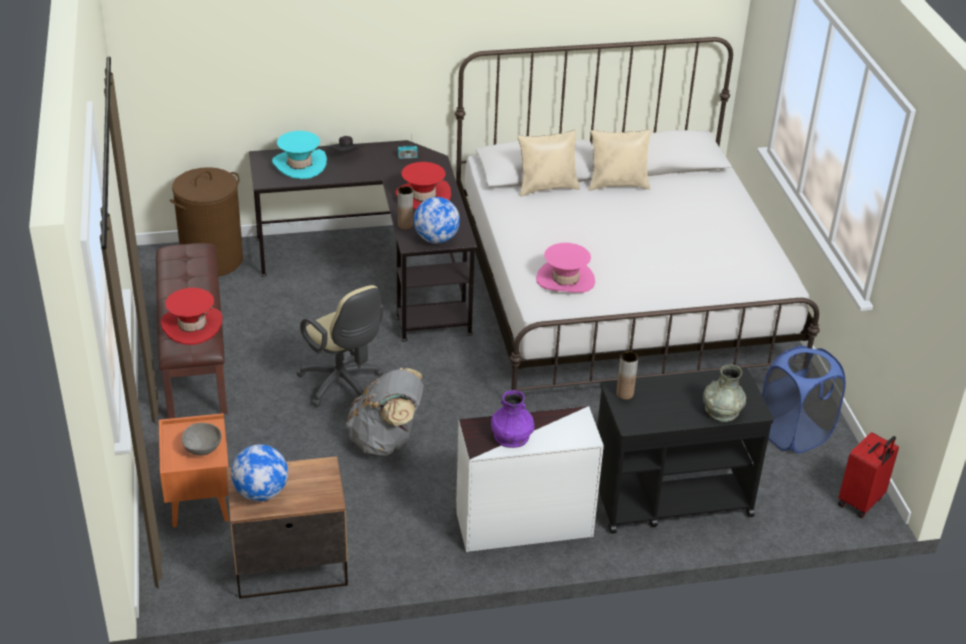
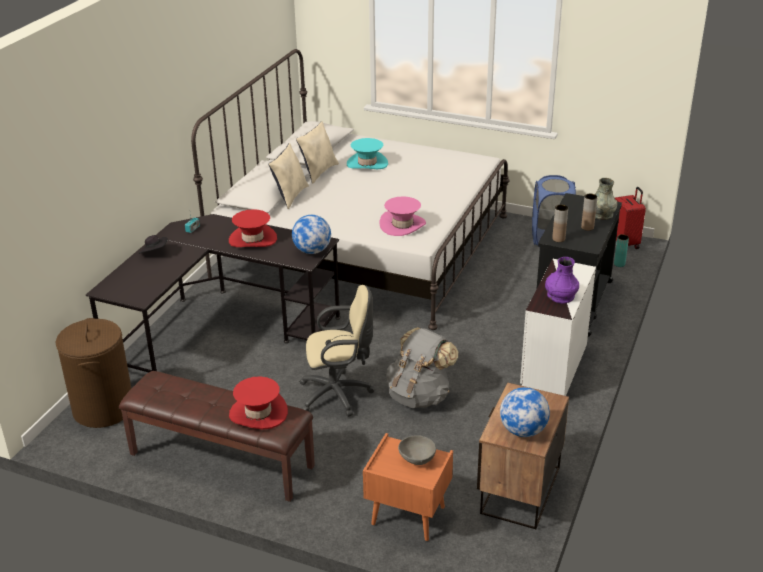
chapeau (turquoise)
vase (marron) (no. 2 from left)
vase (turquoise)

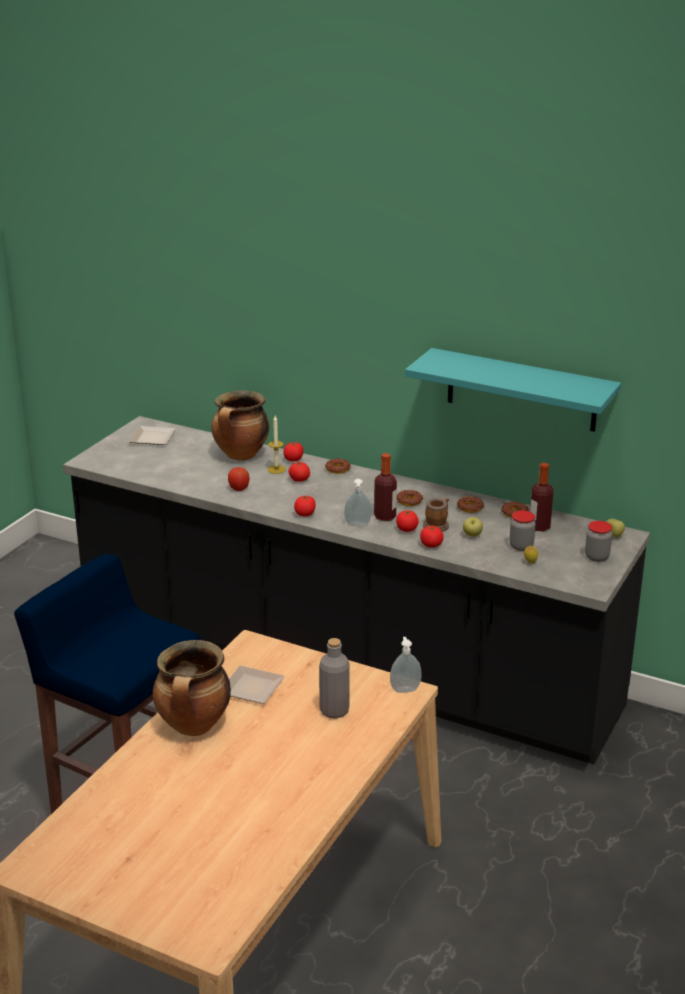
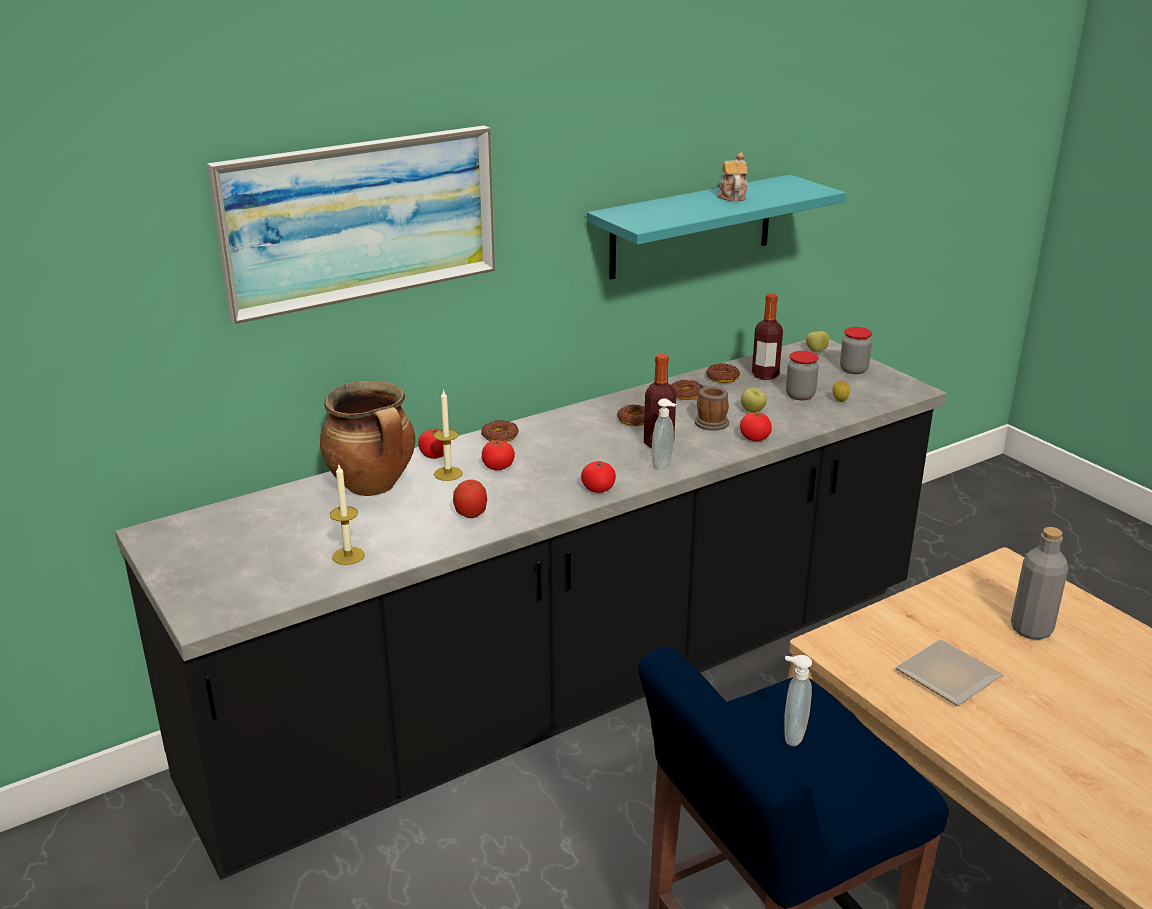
assiette (no. 1 from left in the first image)
marmite (no. 1 from left in the first image)
distributeur de savon (no. 2 from left)
tomate (no. 4 from left in the first image)
tableau
bougie (no. 1 from left)
théière

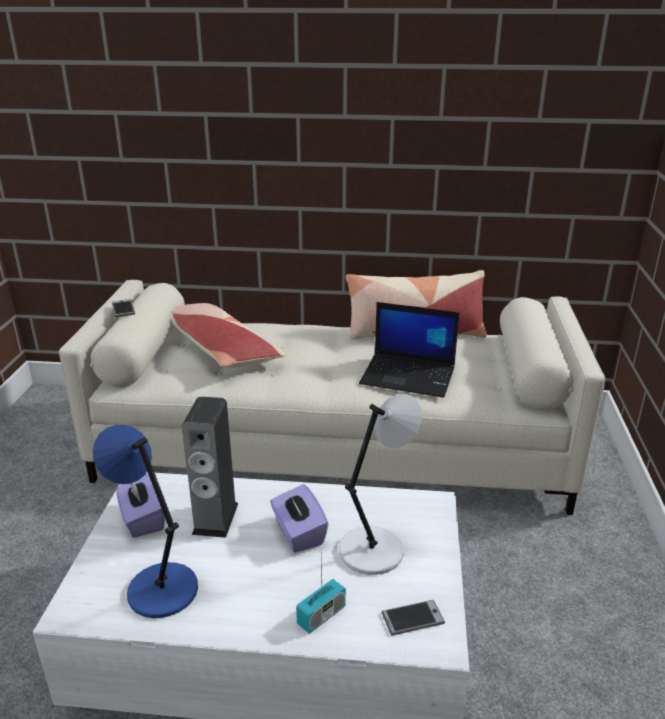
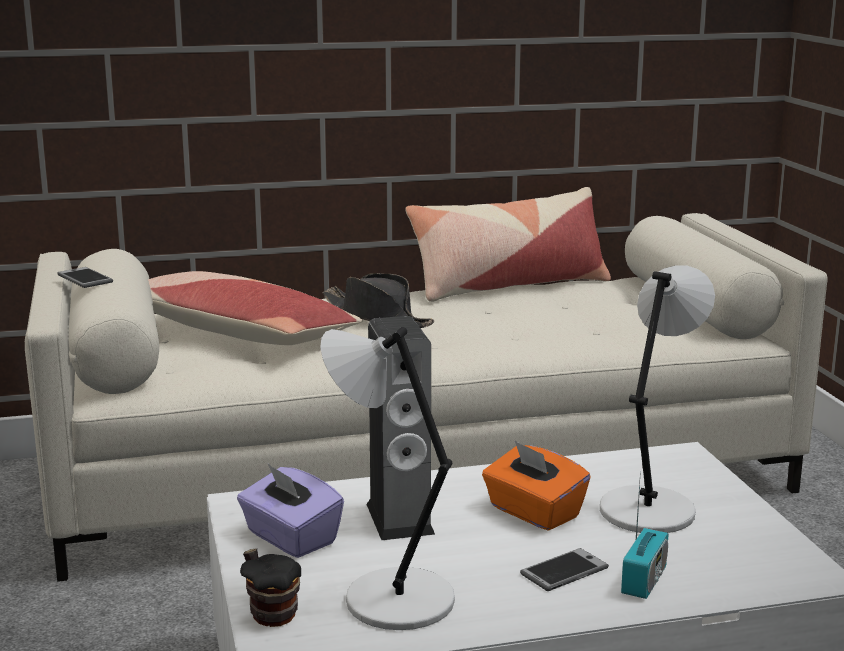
lampe de table (gris) (no. 1 from left)
boîte à mouchoirs (orange)
ordinateur portable
téléphone (no. 2 from left)
mug
chapeau (noir)

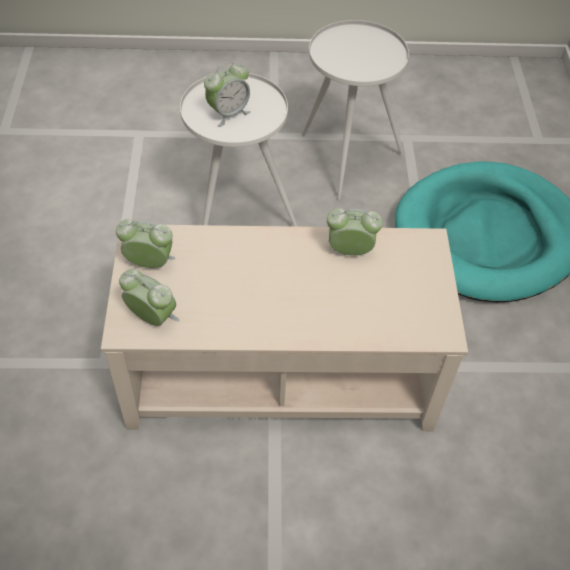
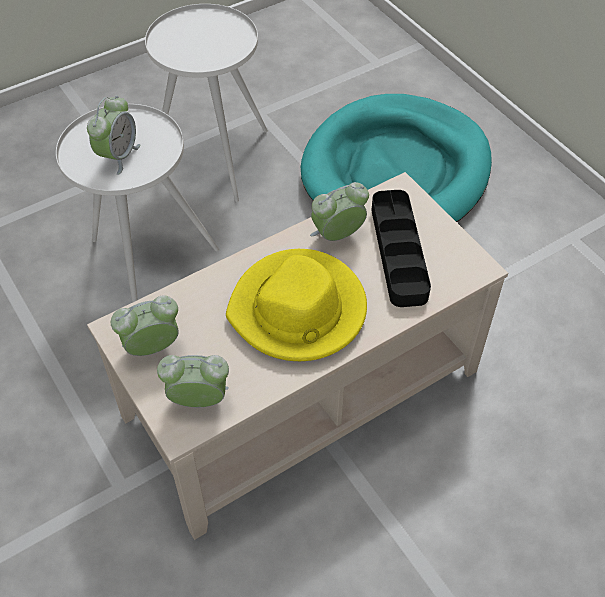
chapeau (jaune)
plateau (noir)

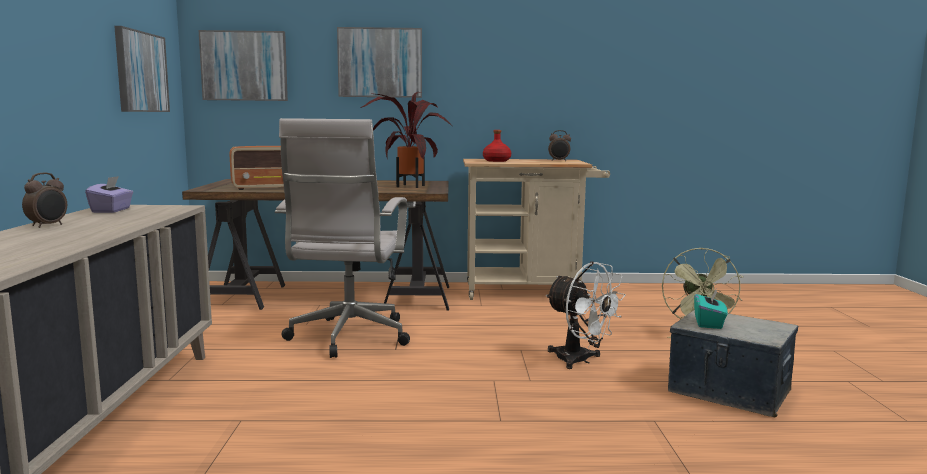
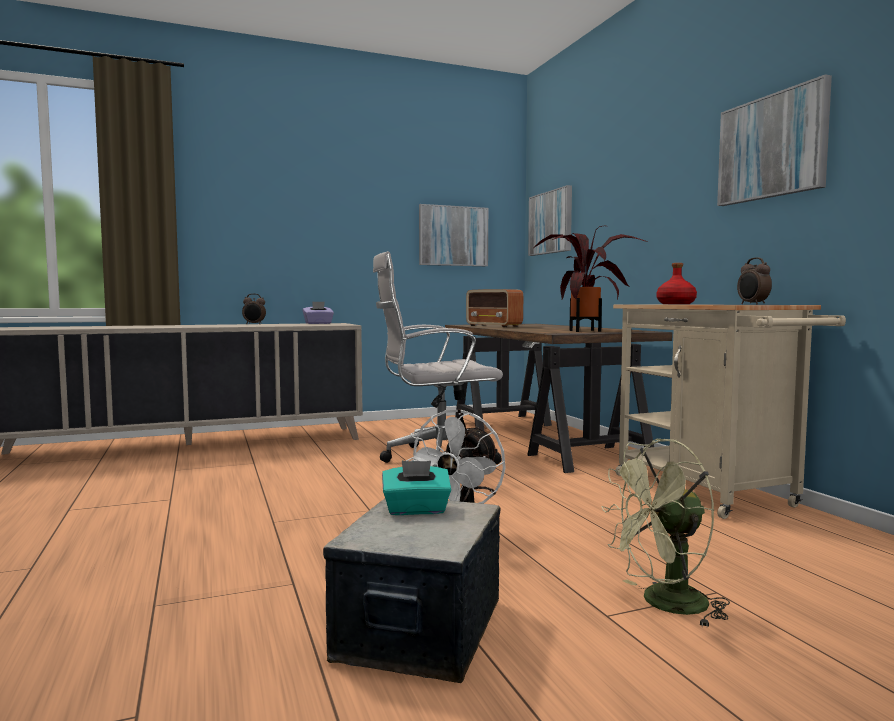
tableau (no. 3 from left)

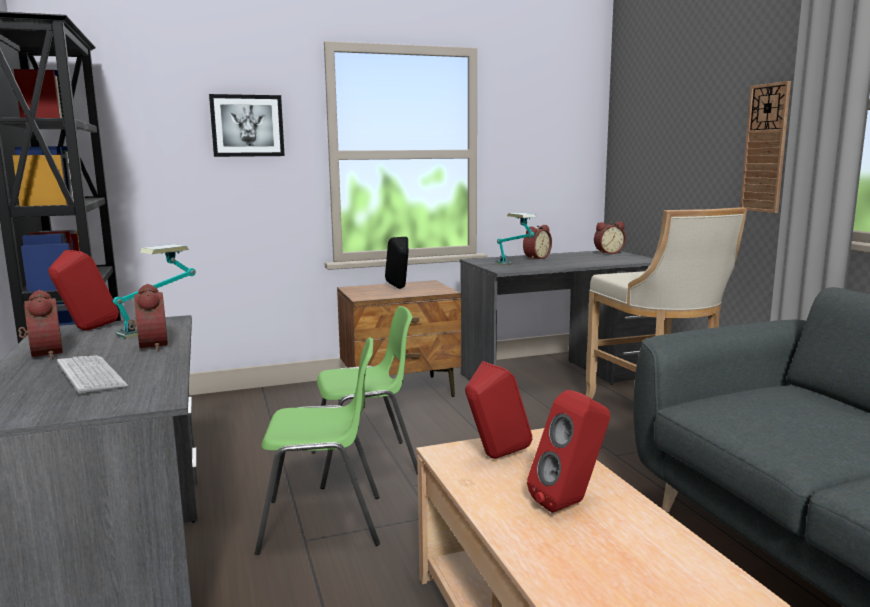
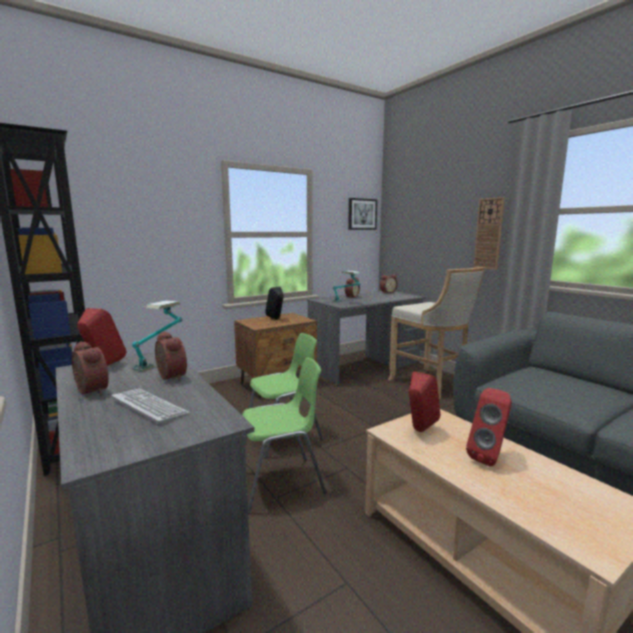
tableau

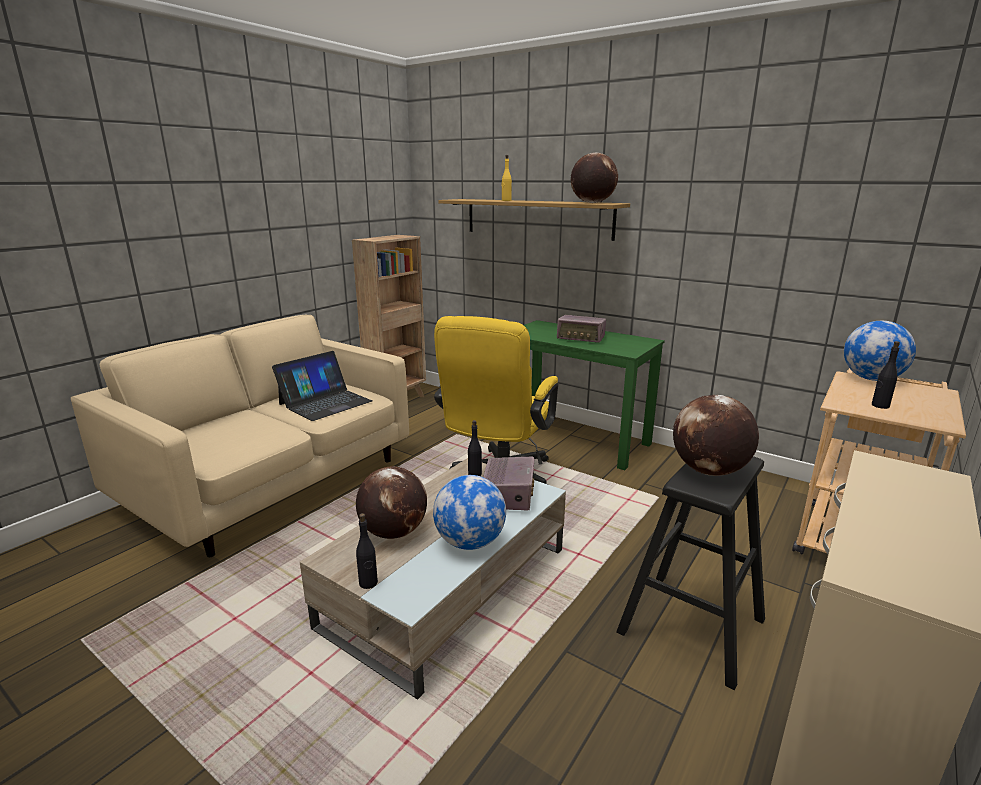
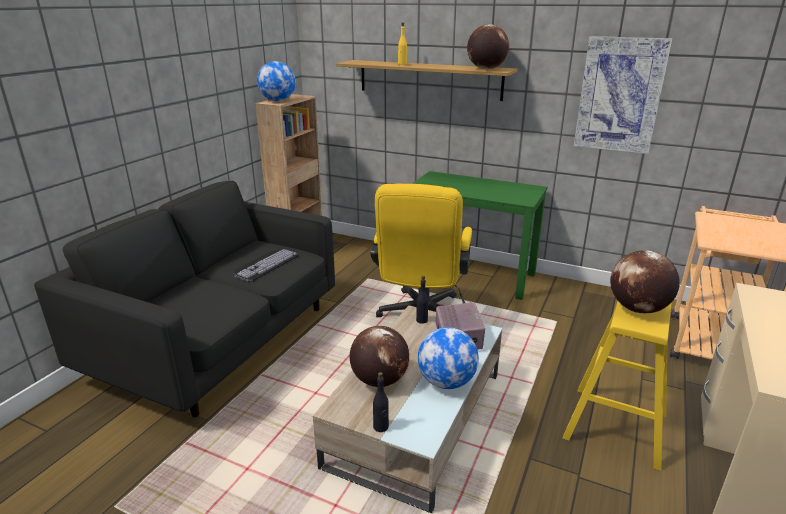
canapé (noir)
clavier
radio (no. 2 from left in the first image)
tabouret (jaune)
globe (no. 1 from left)
bouteille (noir) (no. 3 from left in the first image)
tableau

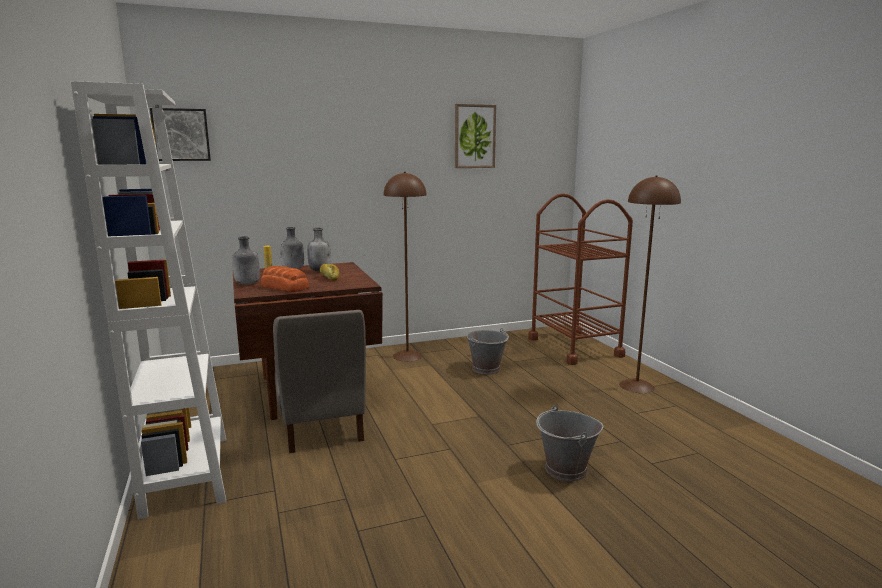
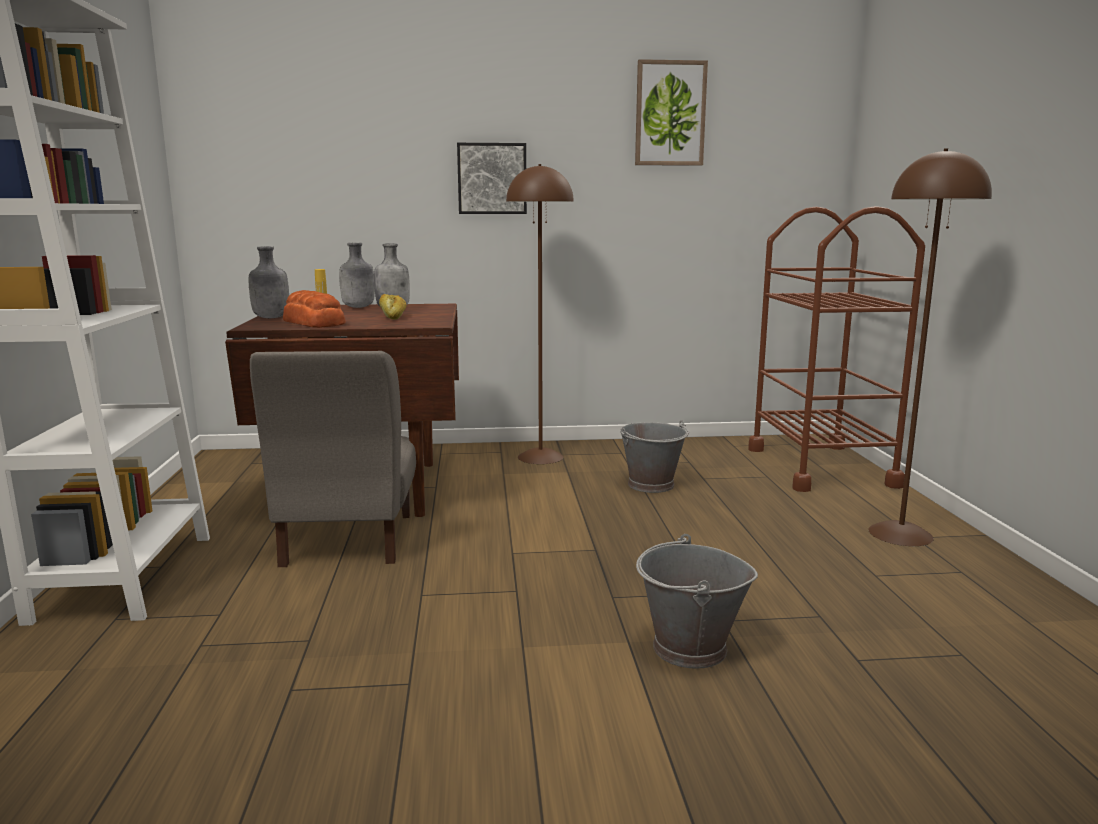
tableau (no. 1 from left)

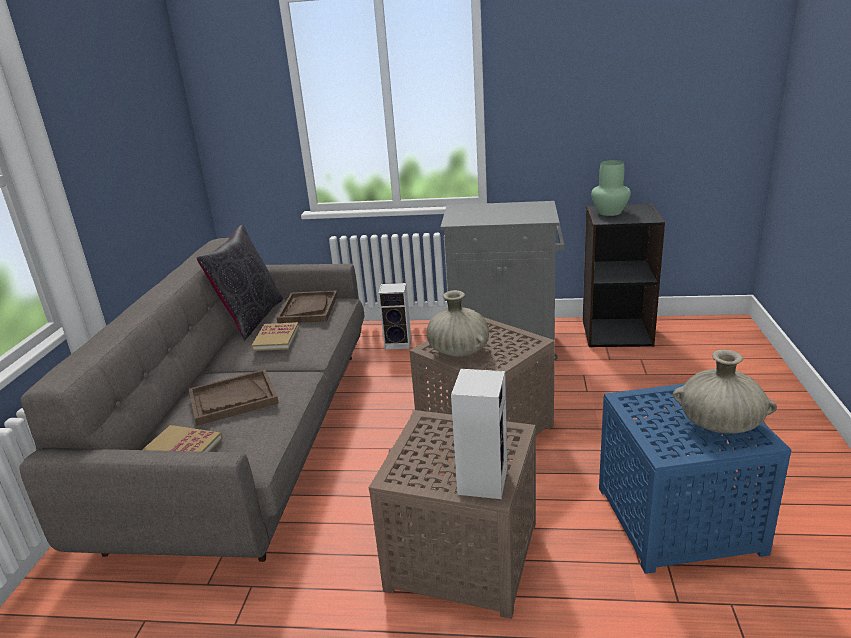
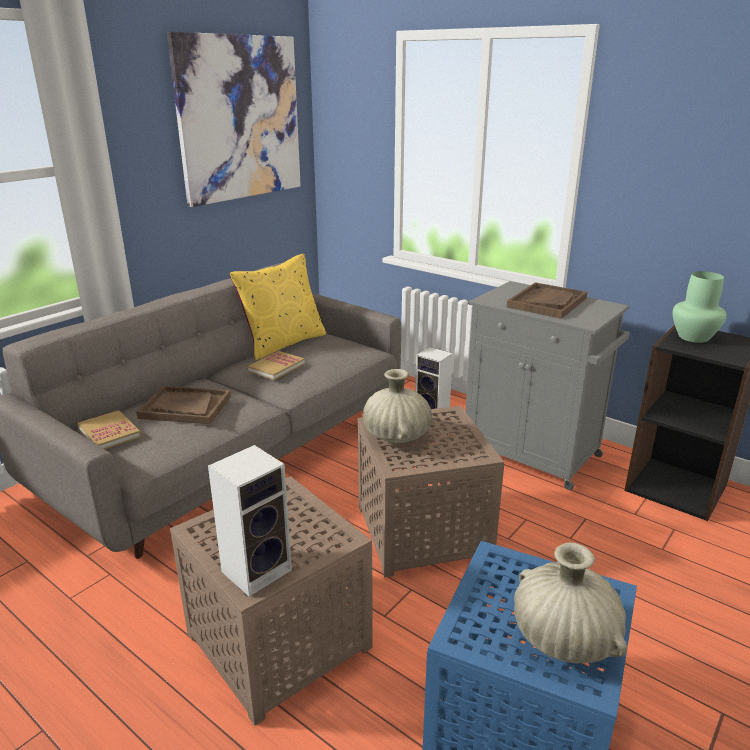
coussin (jaune)
plateau (marron) (no. 2 from left)
tableau

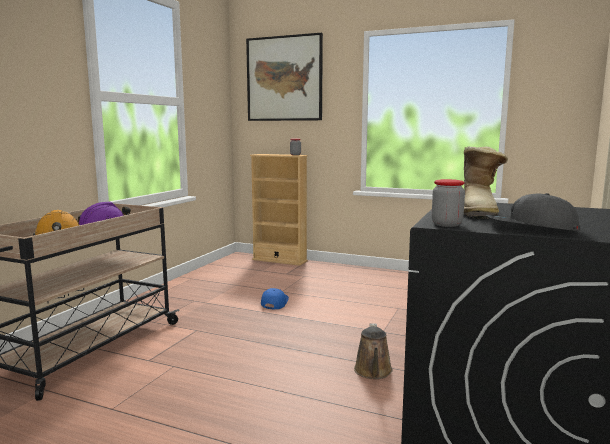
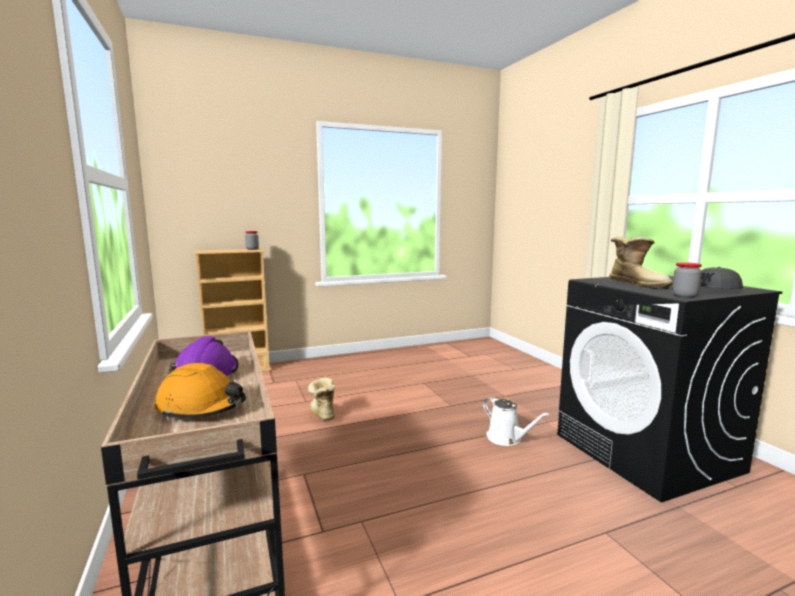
tableau
botte (no. 1 from left)
arrosoir (blanc)

